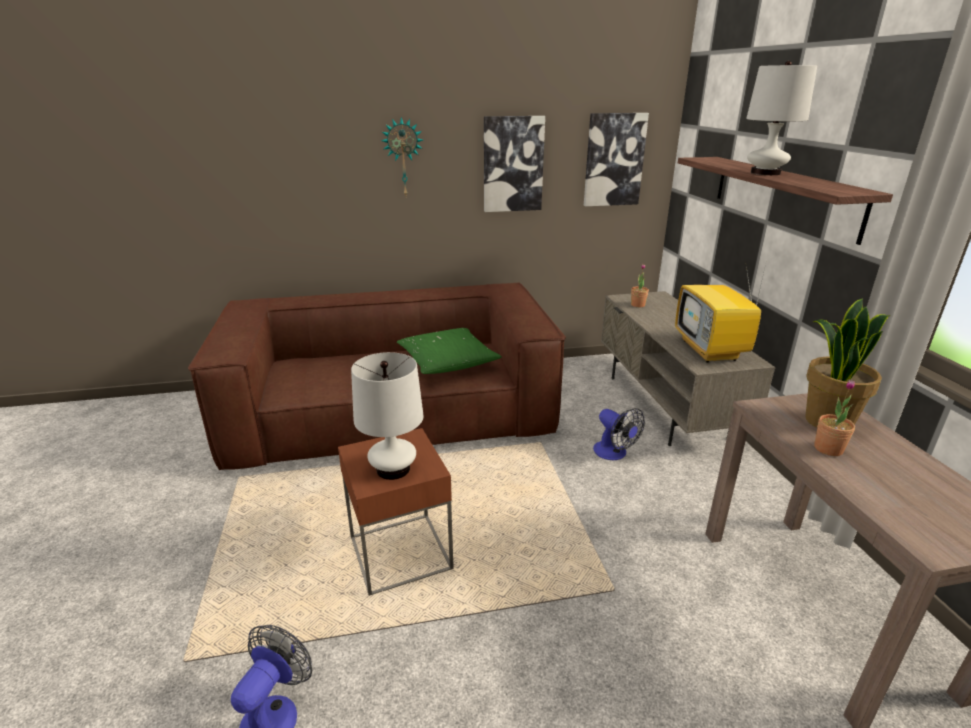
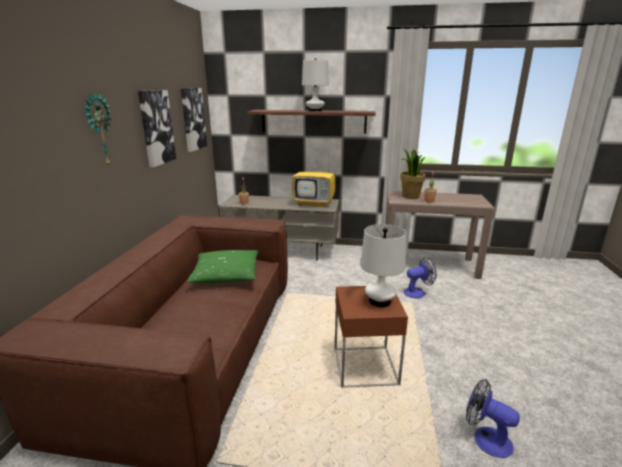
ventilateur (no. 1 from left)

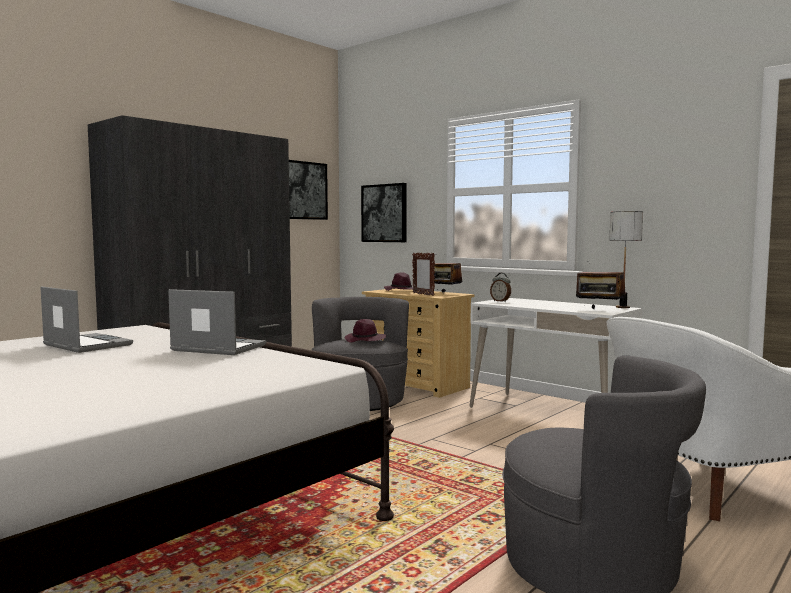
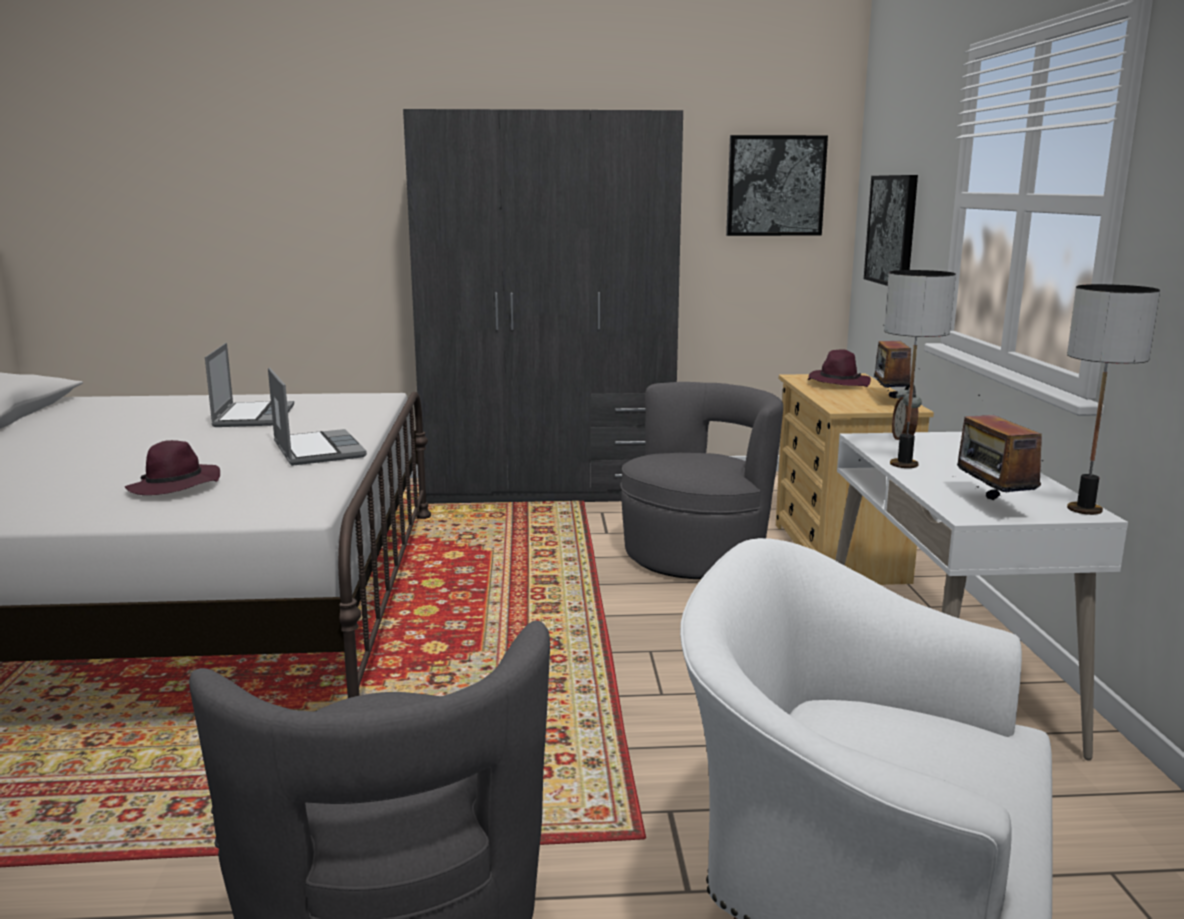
chapeau (violet) (no. 1 from left)
cadre photo
lampe de table (no. 1 from left)

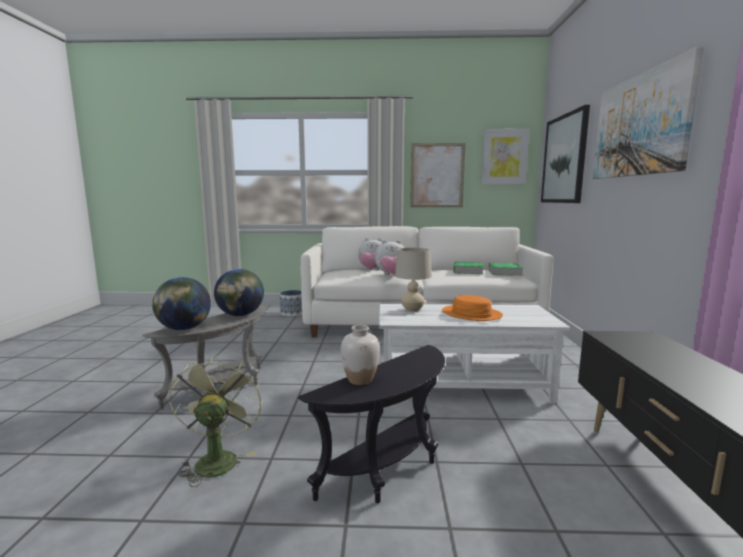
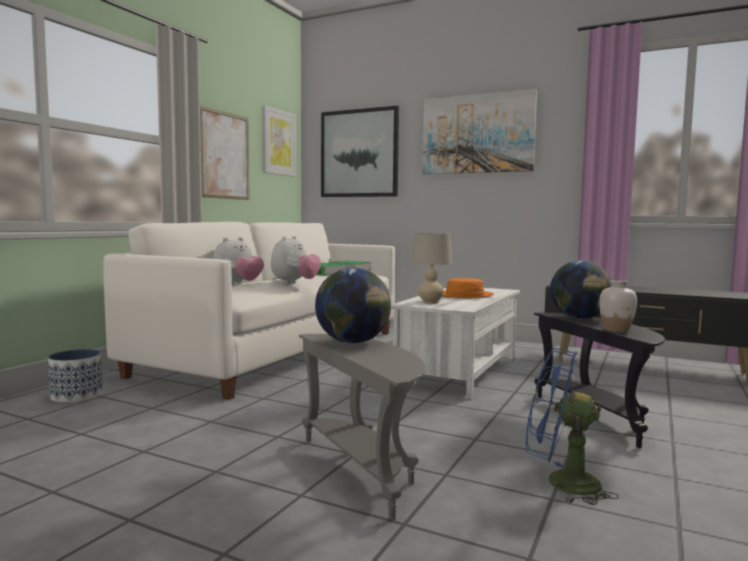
globe (no. 2 from left)
ventilateur (bleu)

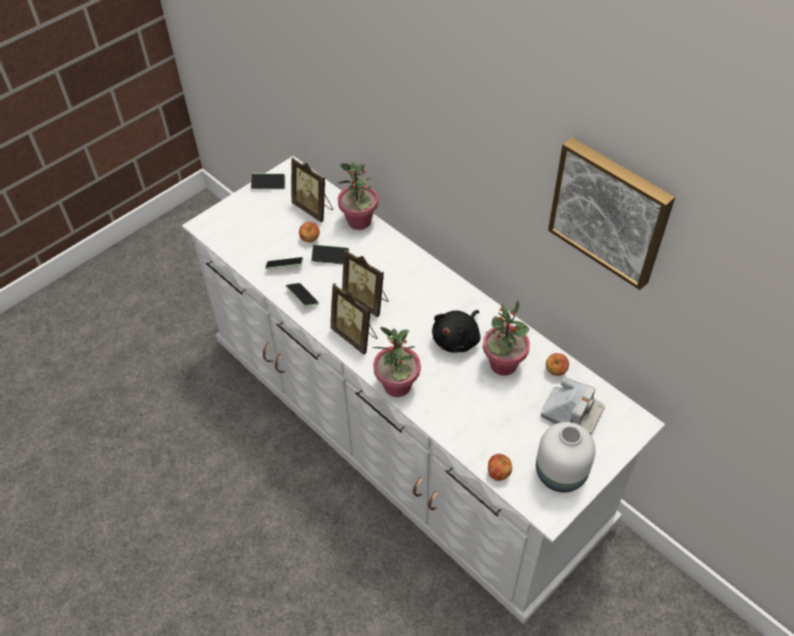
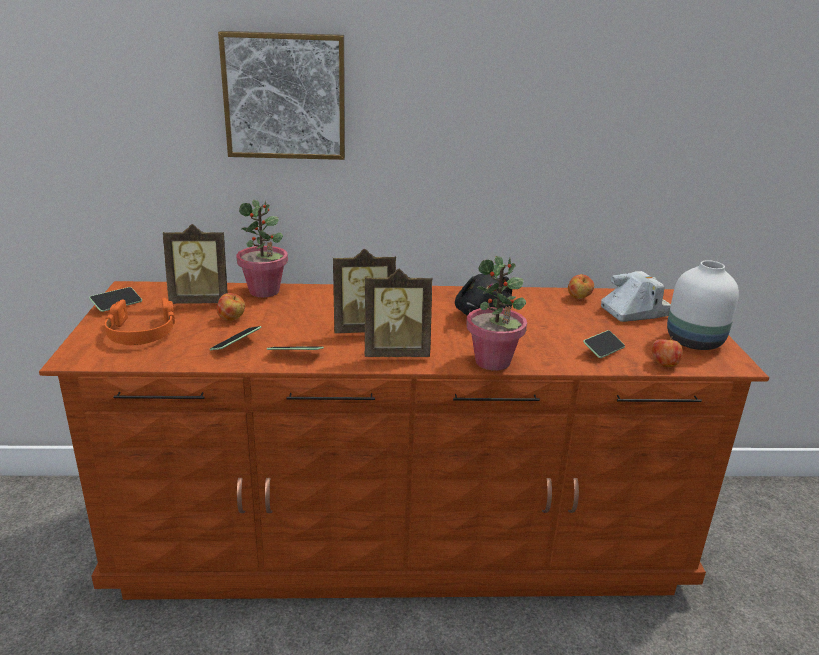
commode (marron)
téléphone (no. 4 from left)
plante en pot (no. 3 from left in the first image)
tableau
casque audio (orange)

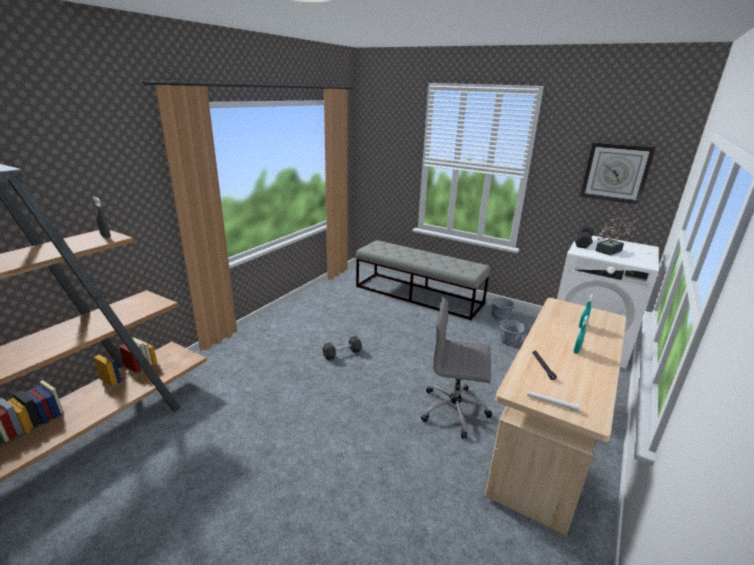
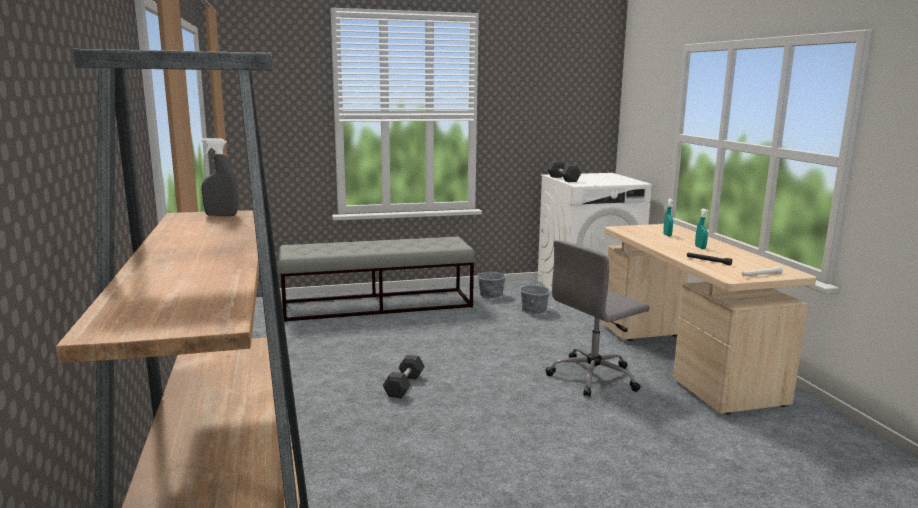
horloge murale
plante en pot

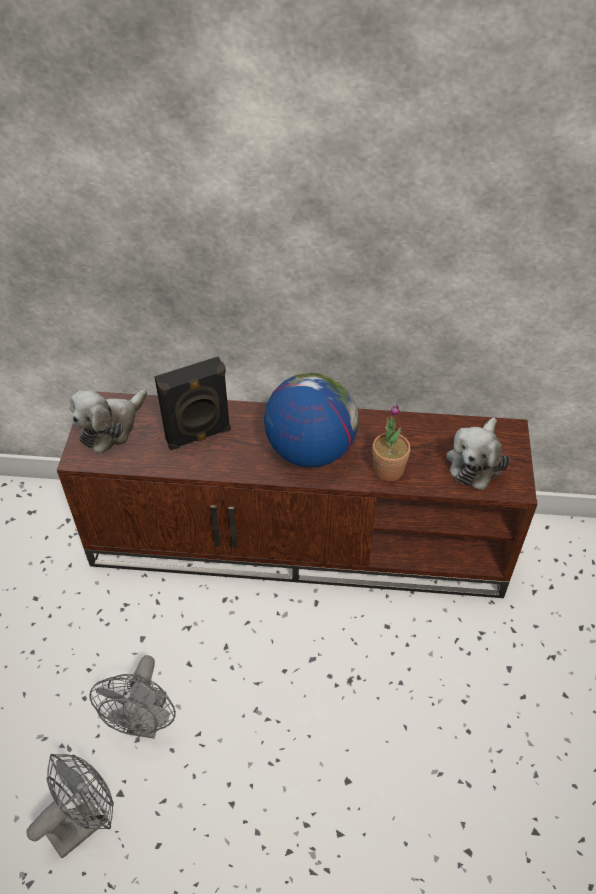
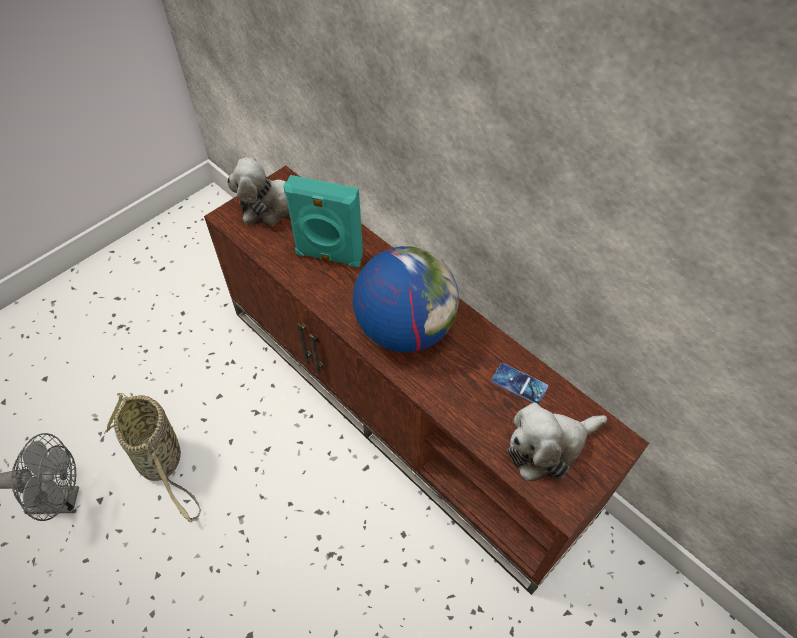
panier
enceinte (turquoise)
plante en pot
téléphone

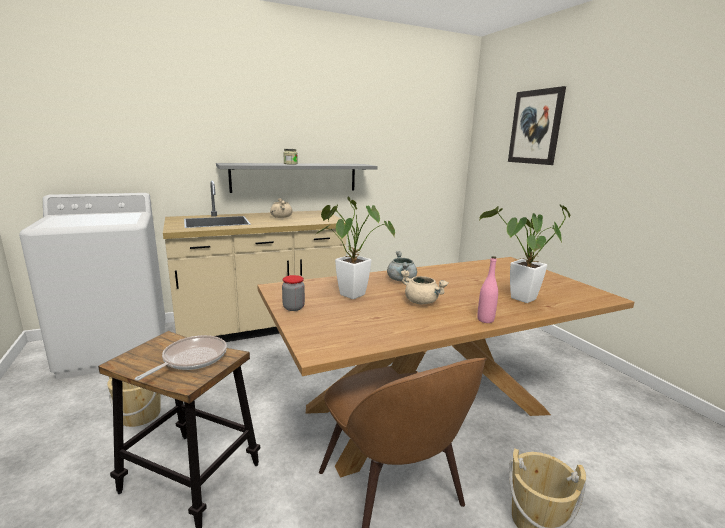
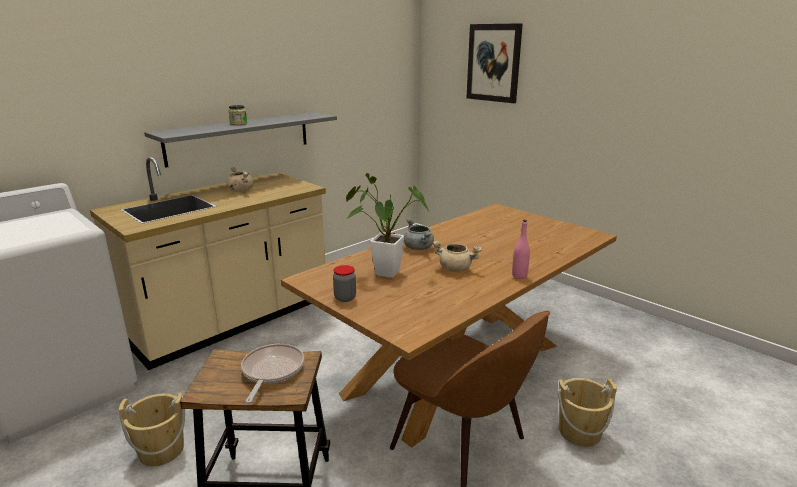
plante en pot (no. 2 from left in the first image)

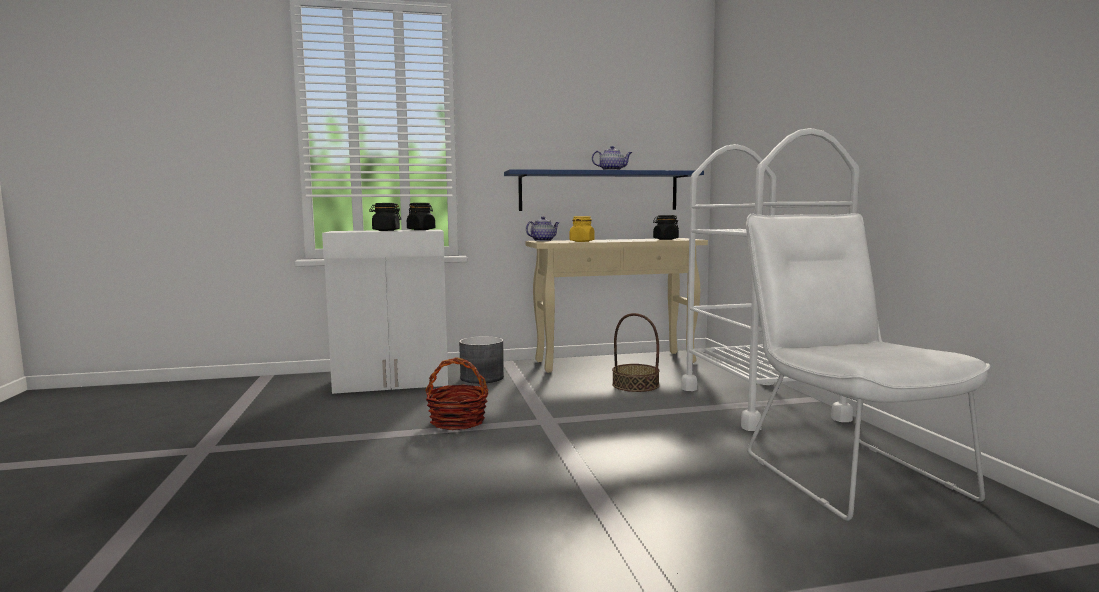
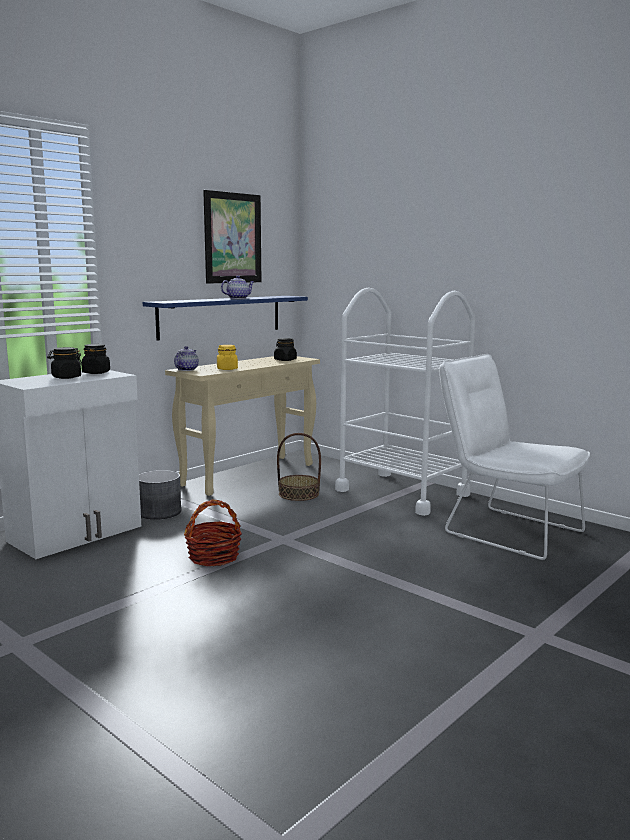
tableau

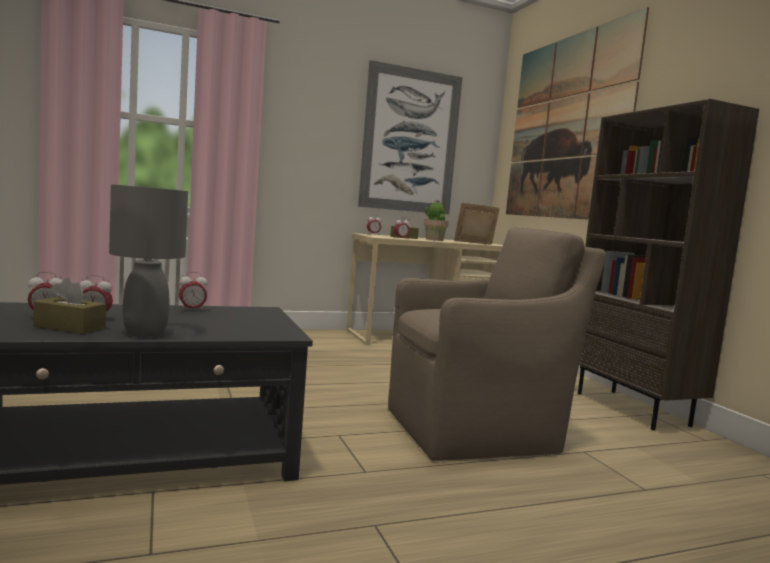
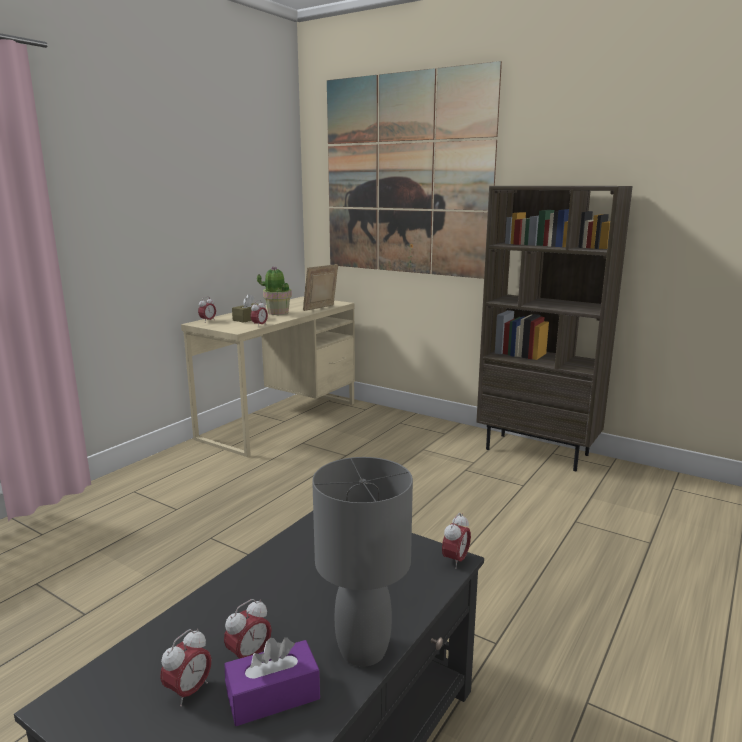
boîte à mouchoirs (violet)
réveil (no. 5 from left)
tableau (no. 1 from left in the first image)
fauteuil (marron)

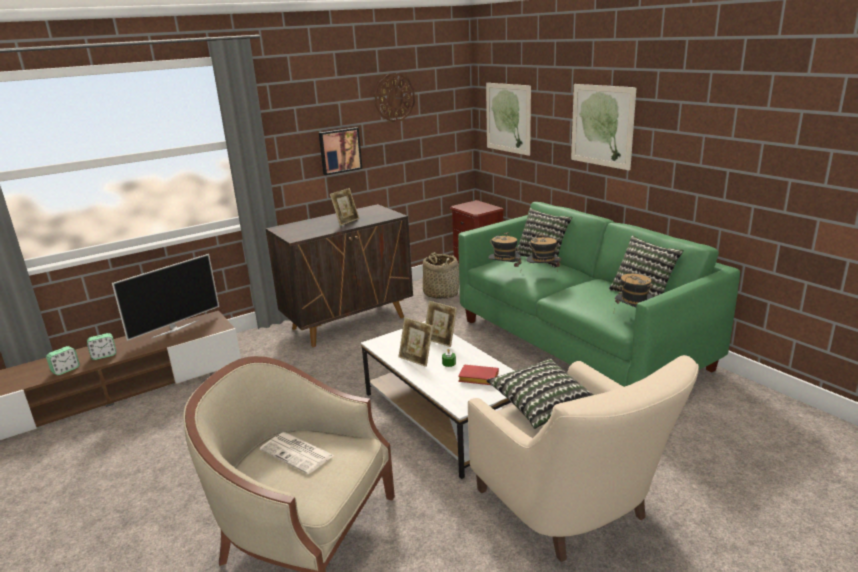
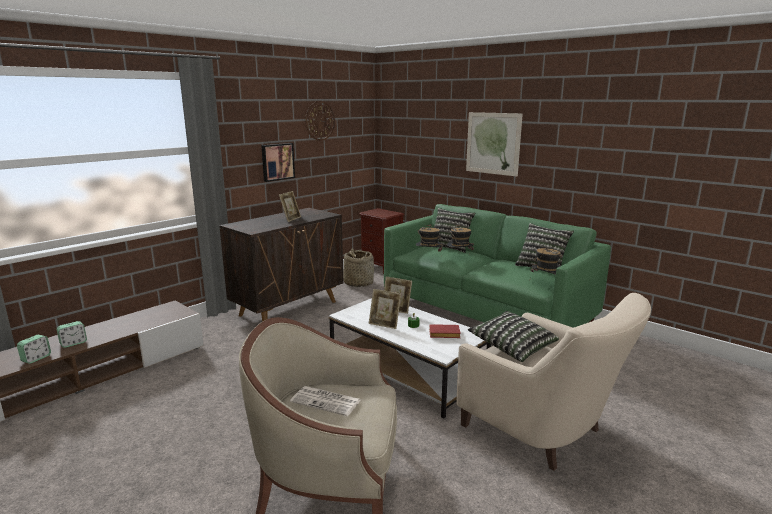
téléviseur
tableau (no. 2 from left in the first image)

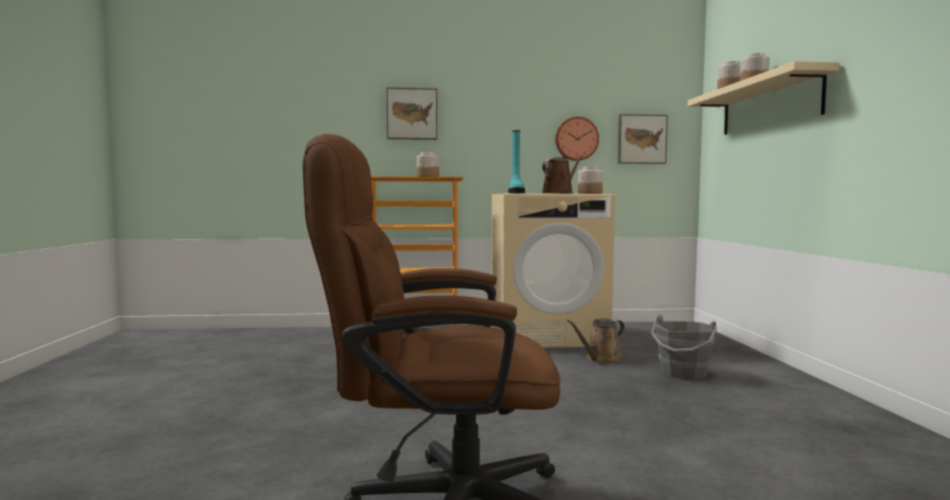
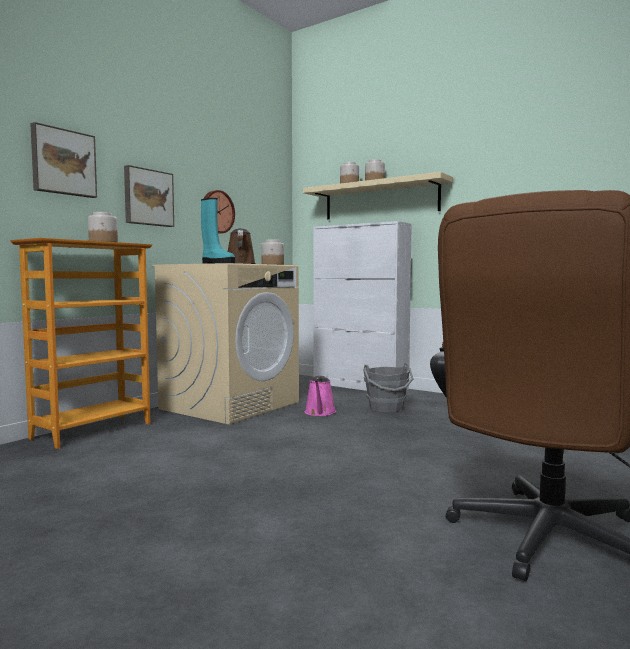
arrosoir (rose)
tableau (no. 2 from left)
meuble de rangement (blanc)

